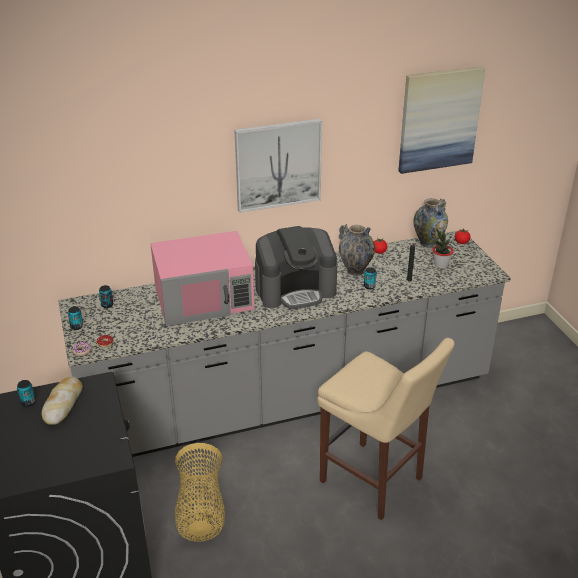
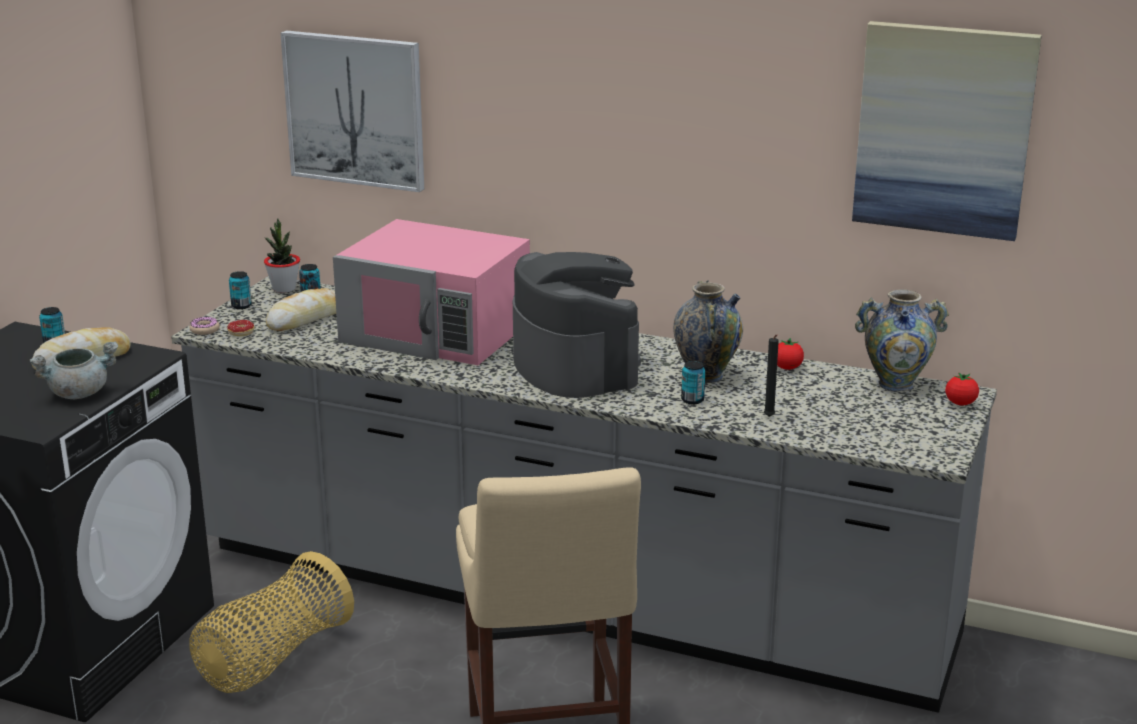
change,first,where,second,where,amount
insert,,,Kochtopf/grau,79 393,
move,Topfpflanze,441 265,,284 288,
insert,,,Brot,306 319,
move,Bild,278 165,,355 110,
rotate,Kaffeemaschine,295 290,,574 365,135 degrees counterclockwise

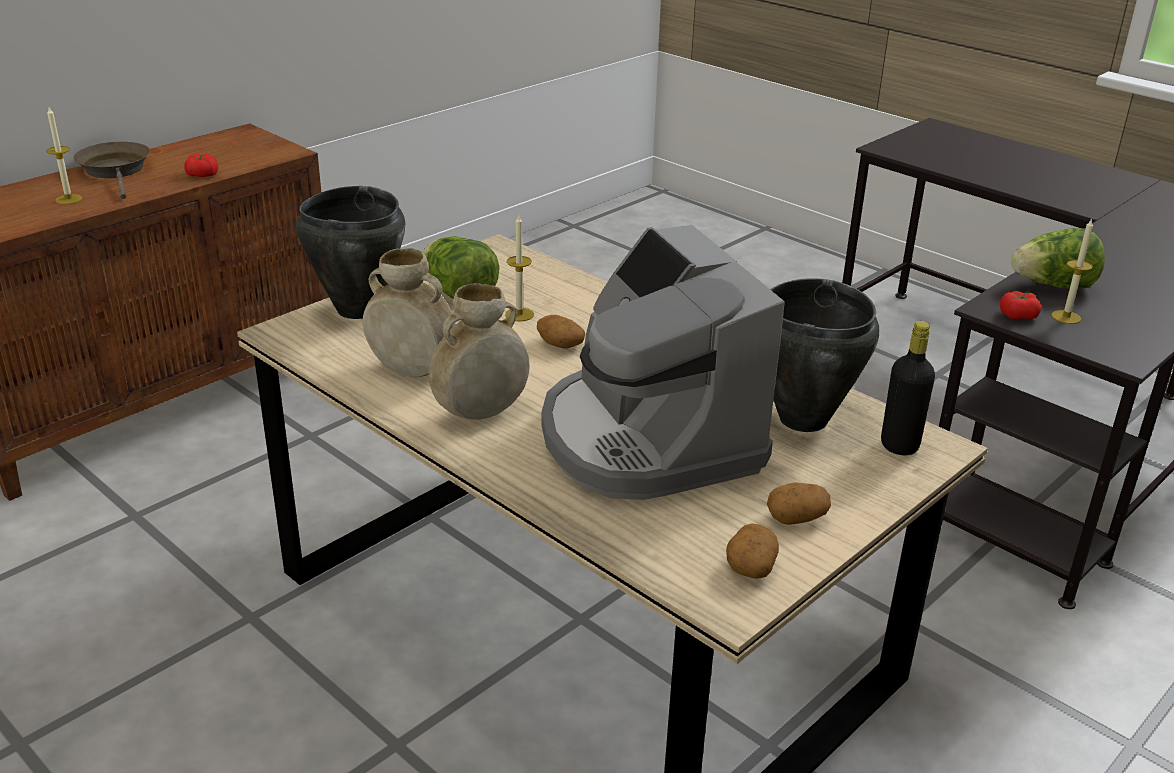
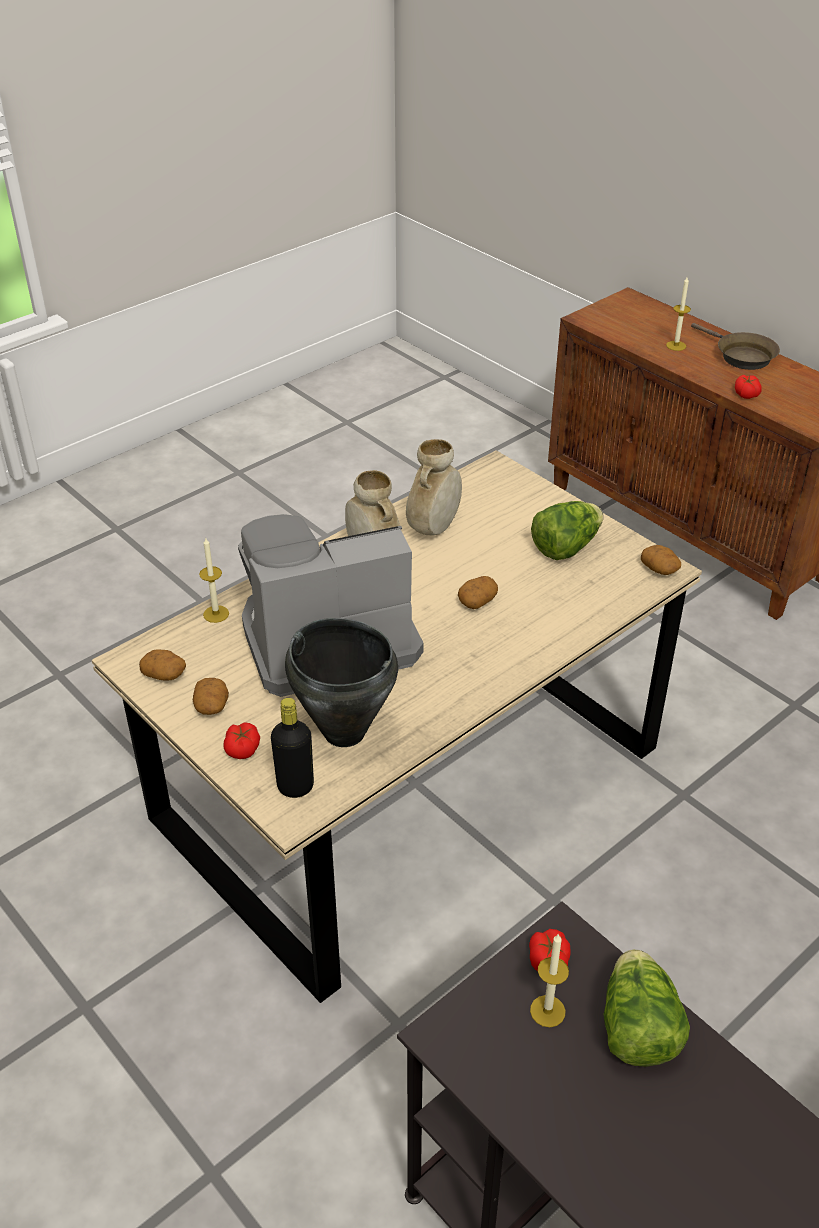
change,first,where,second,where,amount
move,Kerze,519 314,,216 614,
insert,,,Tomate,243 748,
insert,,,Kartoffel,660 569,
rotate,Pfanne/braun,116 171,,741 356,75 degrees clockwise
delete,Kochtopf/schwarz,357 309,,,

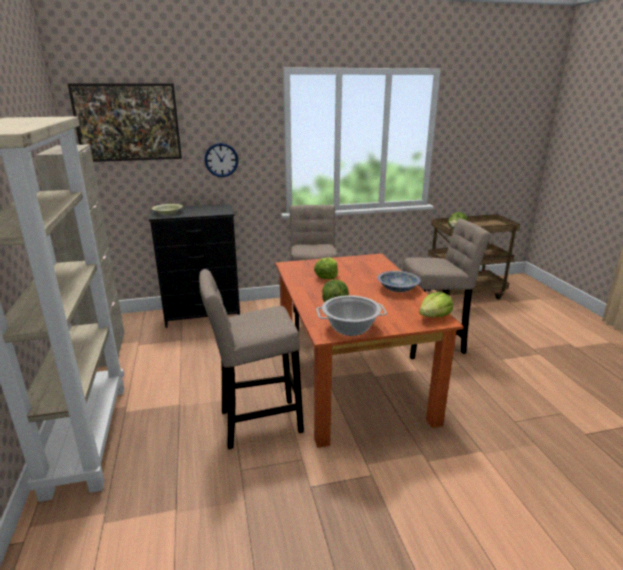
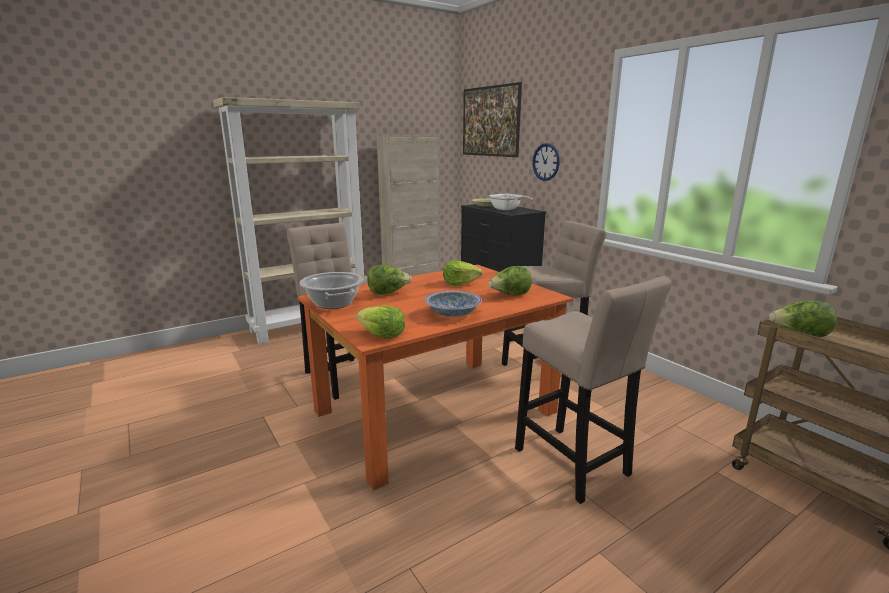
change,first,where,second,where,amount
insert,,,Salatkopf,510 295,
insert,,,Pfanne,508 209,

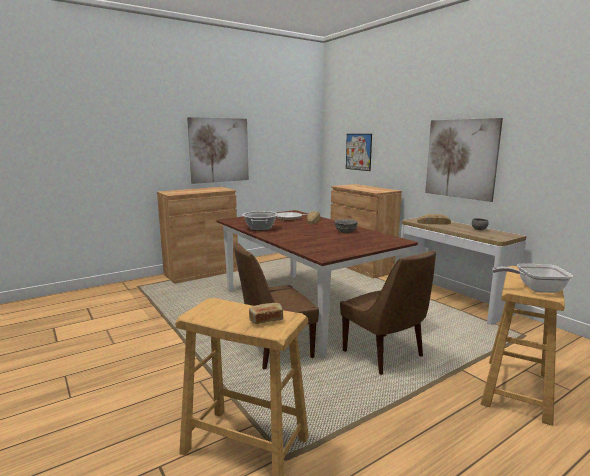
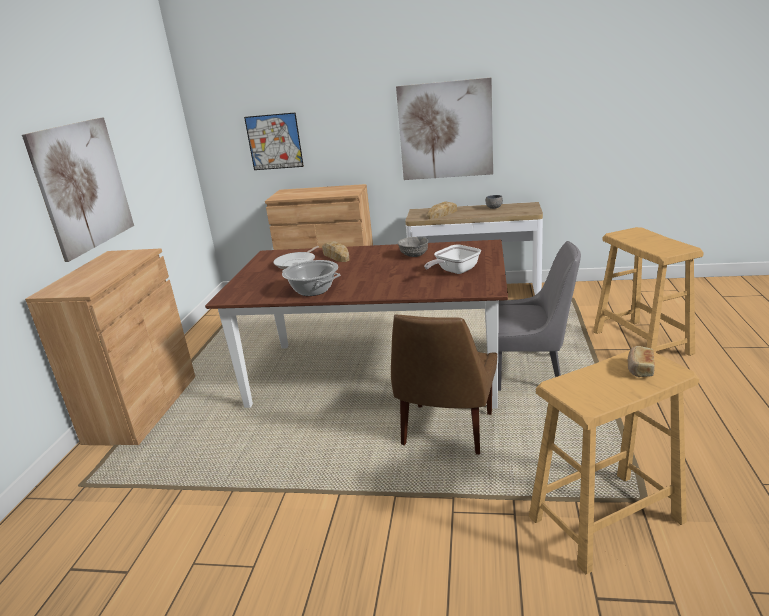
change,first,where,second,where,amount
move,Pfanne,534 289,,454 271,
recolor,Stuhl/braun,385 355,Stuhl/grau,530 372,

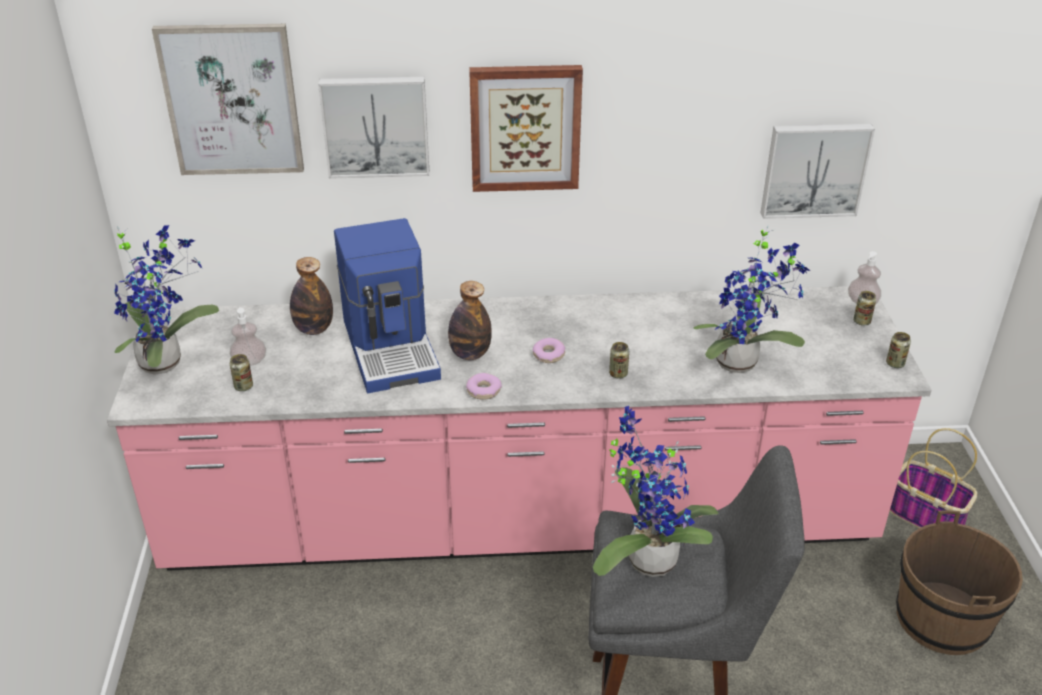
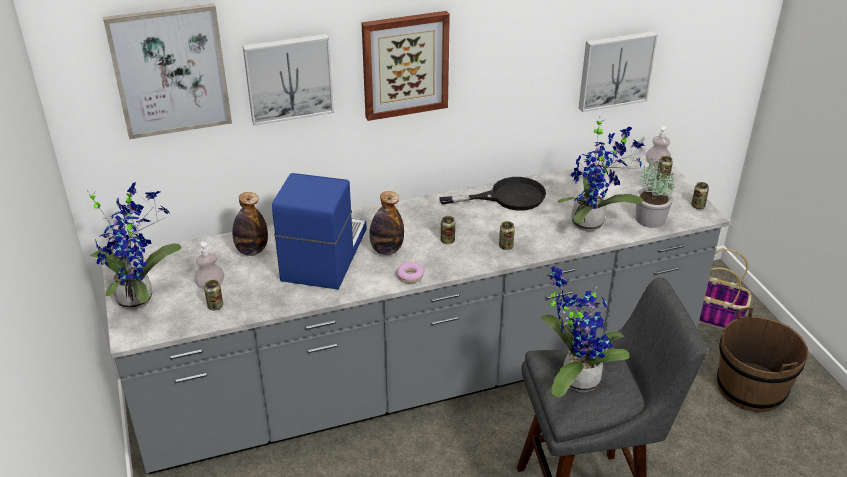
change,first,where,second,where,amount
recolor,Küchenzeile/rosa,520 519,Küchenzeile/grau,423 376,
rotate,Kaffeemaschine,392 348,,323 255,135 degrees counterclockwise
insert,,,Pfanne/schwarz,507 197,
replace,Donut,548 355,Dose,447 241,
insert,,,Topfpflanze,649 219,

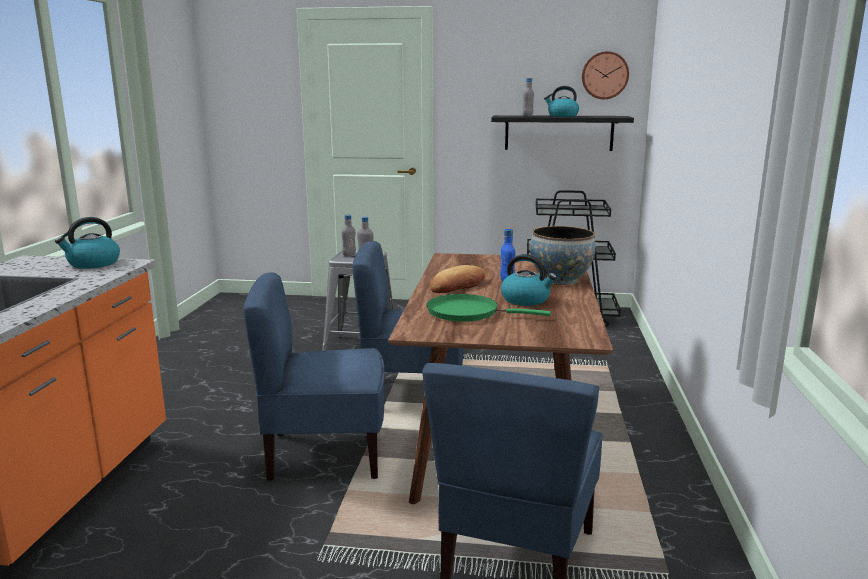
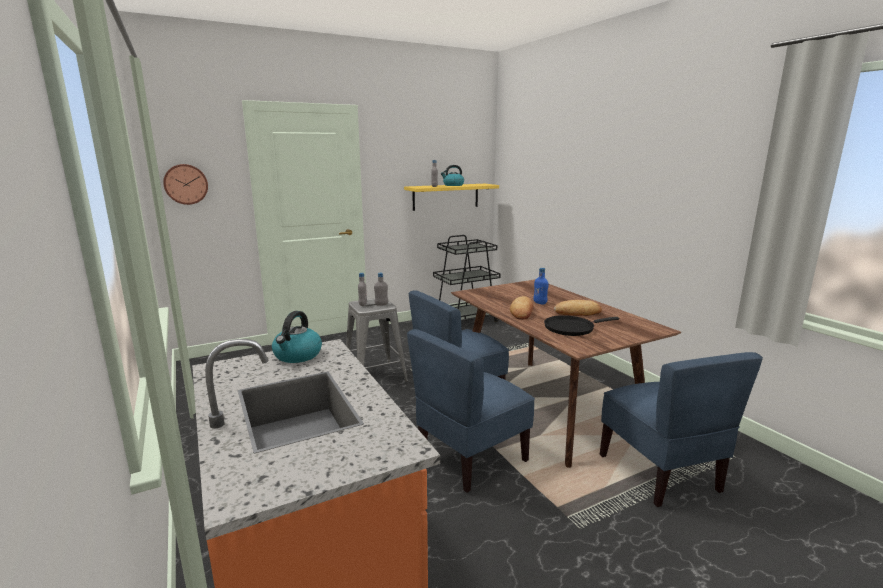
change,first,where,second,where,amount
move,Wanduhr,604 75,,186 184,
recolor,Wandregal/schwarz,559 133,Wandregal/gelb,446 196,
recolor,Pfanne/grün,467 313,Pfanne/schwarz,571 328,
replace,Wasserkessel,526 300,Brot,577 312,
delete,Schüssel,560 280,,,

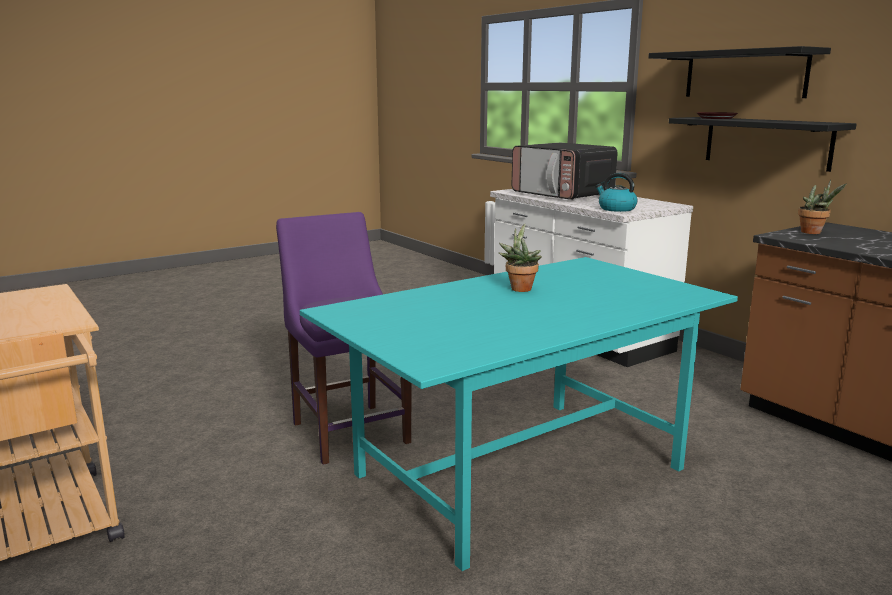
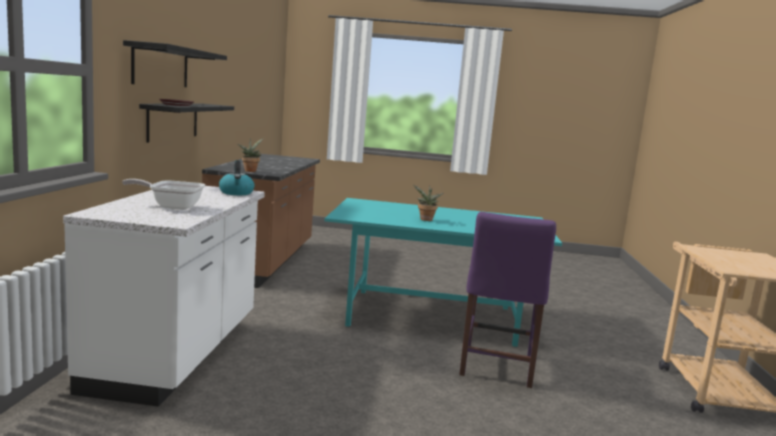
change,first,where,second,where,amount
replace,Mikrowelle,562 194,Pfanne,171 206,

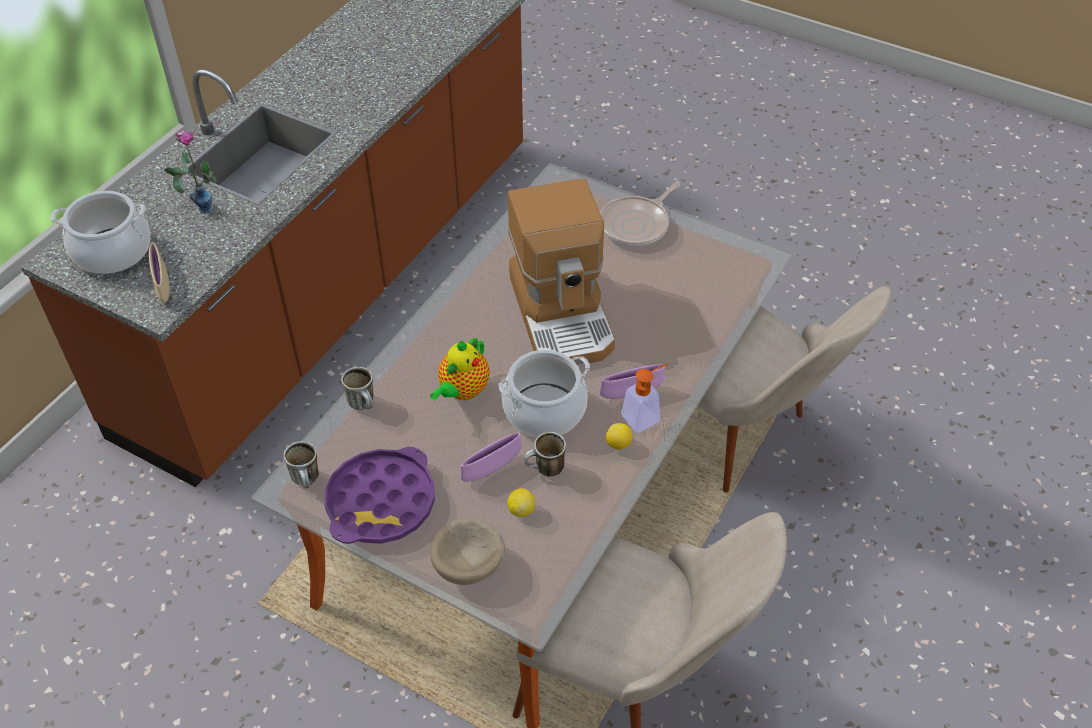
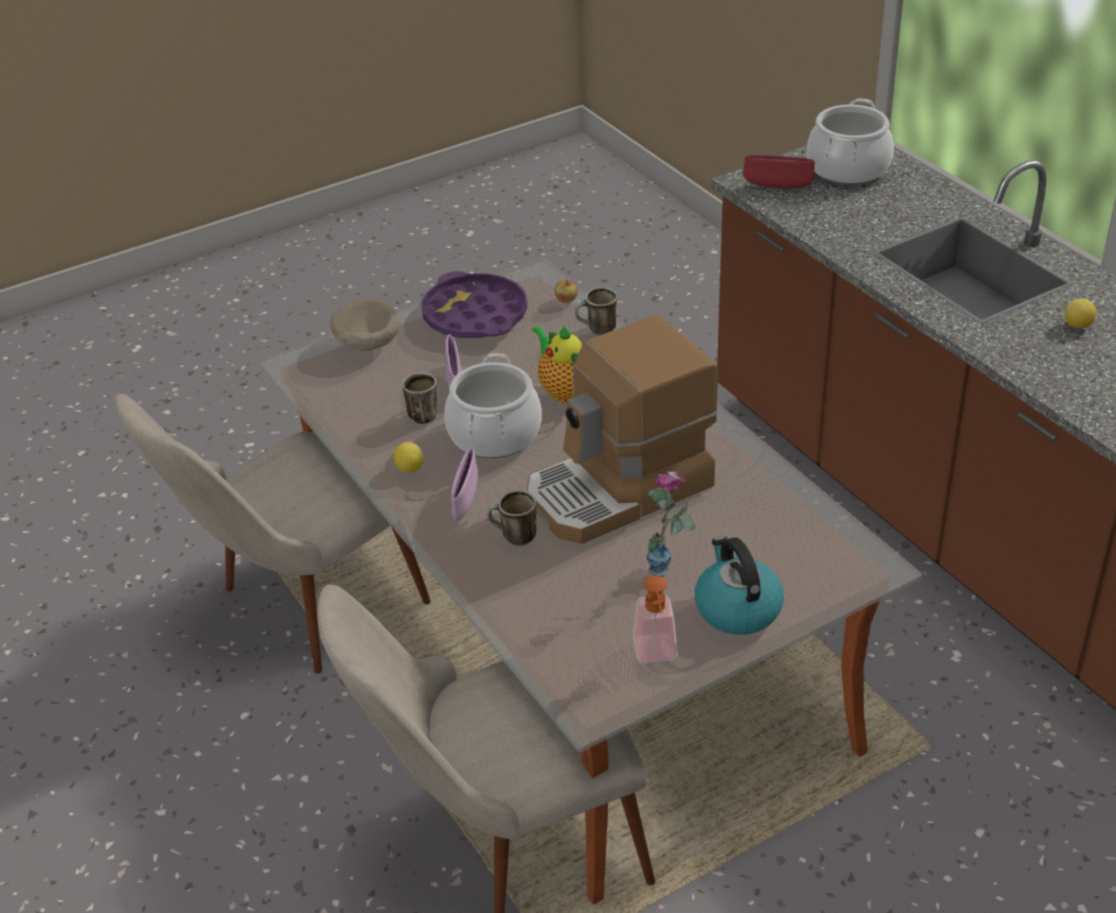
change,first,where,second,where,amount
move,Henkelbecher,308 481,,513 538,
rotate,Kaffeemaschine,563 314,,620 490,45 degrees counterclockwise
insert,,,Apfel,566 300,
move,Seifenspender,645 416,,656 655,
move,Vase,199 204,,671 565,
replace,Pfanne,637 224,Wasserkessel,736 608,
recolor,Schüssel/beige,162 285,Schüssel/rot,777 187,
move,Zitrone,521 510,,1078 326,

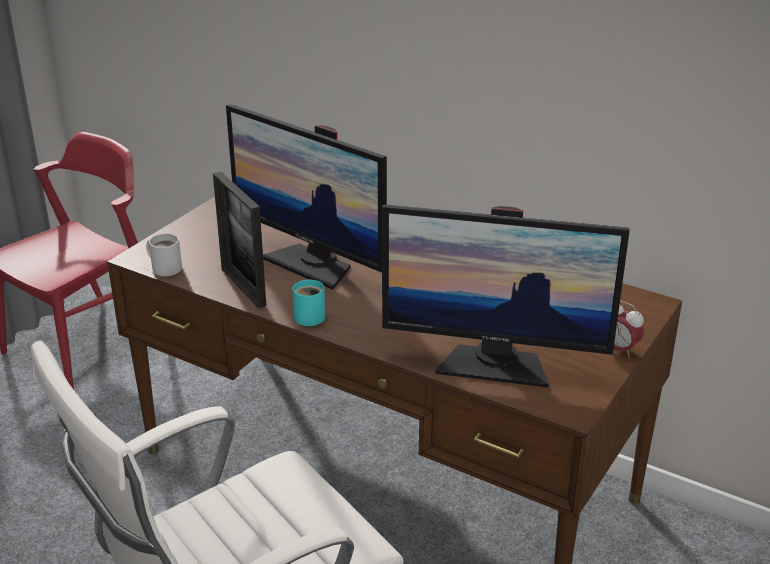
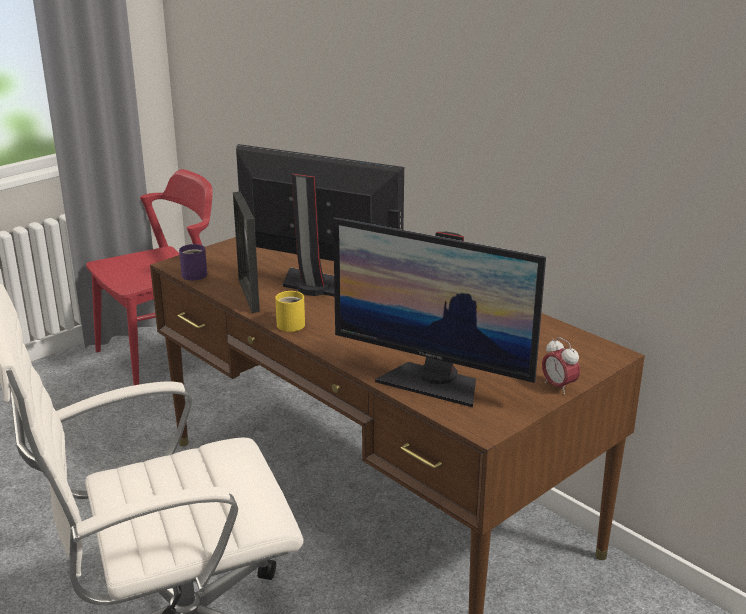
change,first,where,second,where,amount
recolor,Henkelbecher/weiß,165 267,Henkelbecher/lila,193 274,
rotate,Monitor,312 263,,317 285,150 degrees clockwise
recolor,Henkelbecher/türkis,309 315,Henkelbecher/gelb,291 323,

